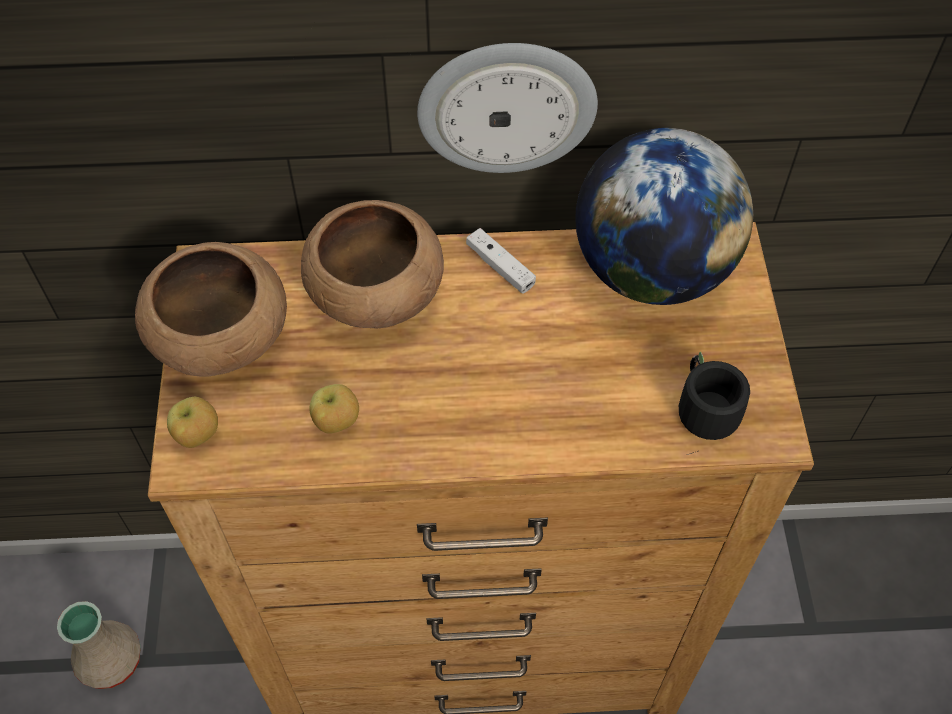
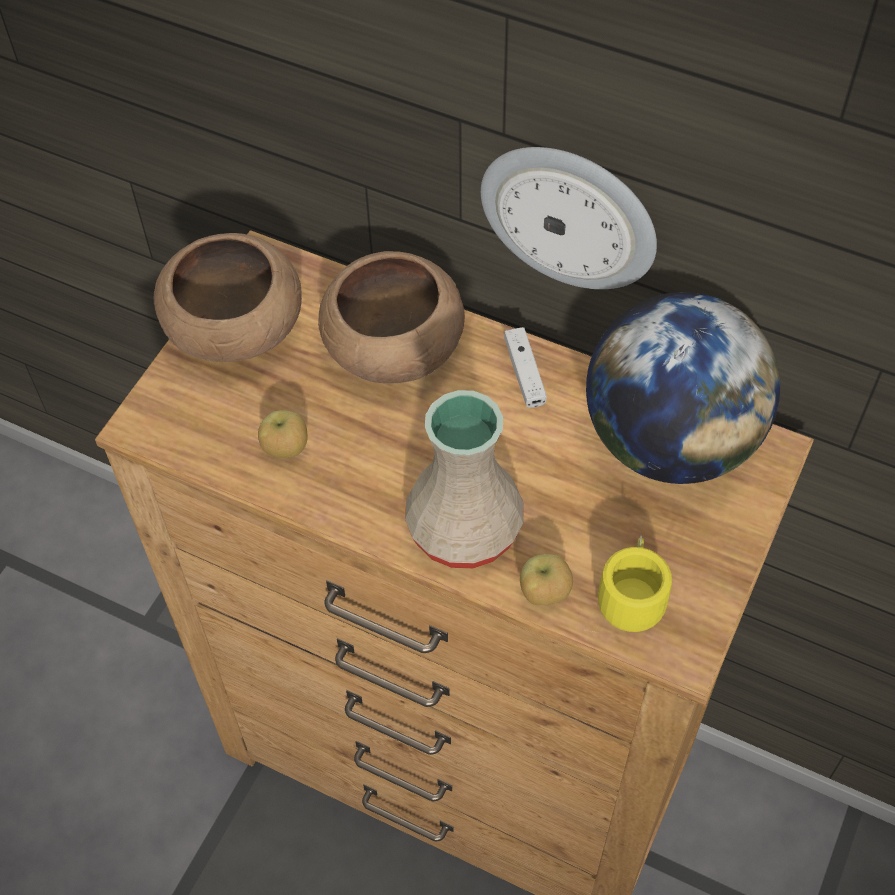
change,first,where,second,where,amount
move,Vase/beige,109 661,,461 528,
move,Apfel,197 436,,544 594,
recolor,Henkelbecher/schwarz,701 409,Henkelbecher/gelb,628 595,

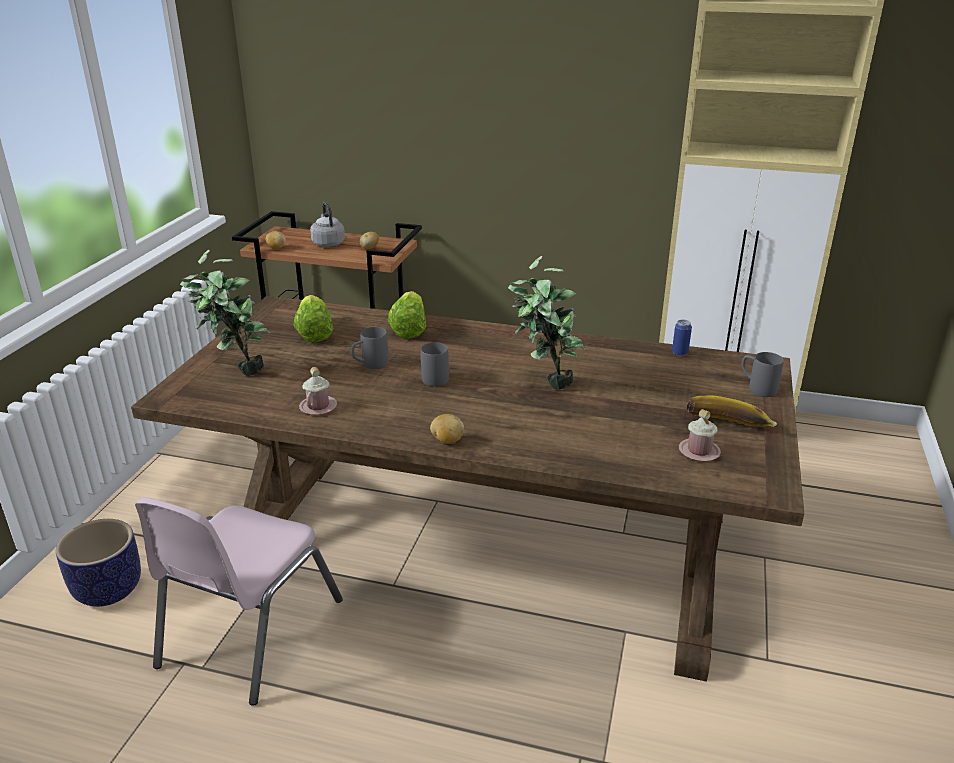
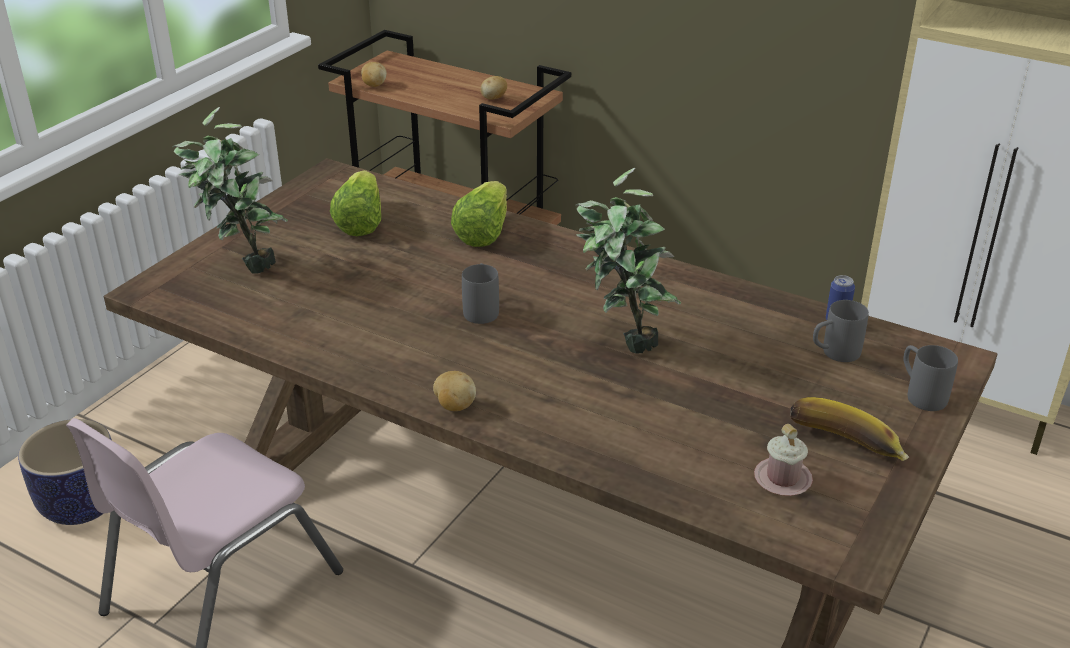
change,first,where,second,where,amount
move,Henkelbecher/grau,370 365,,833 353,
delete,Henkelbecher/rosa,318 407,,,
delete,Wasserkessel/grau,328 243,,,

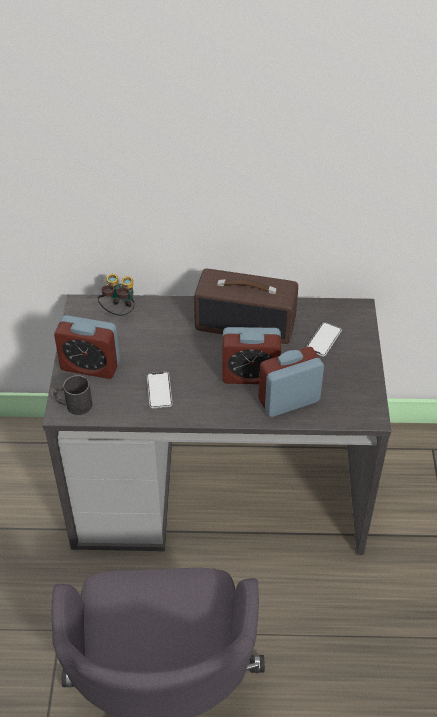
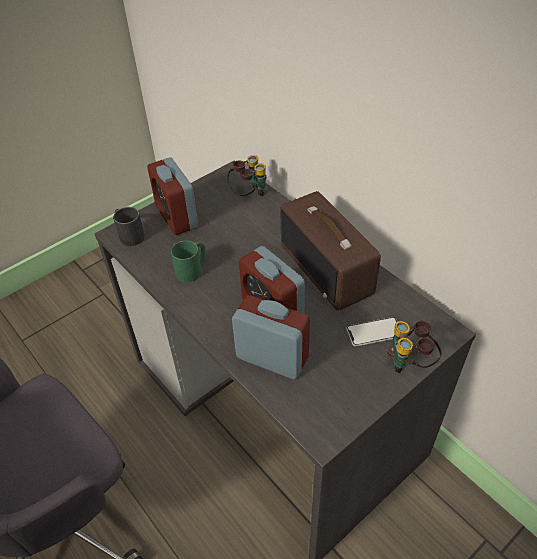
change,first,where,second,where,amount
replace,Handy,159 390,Henkelbecher/grün,192 269,
insert,,,Fernglas,410 362,

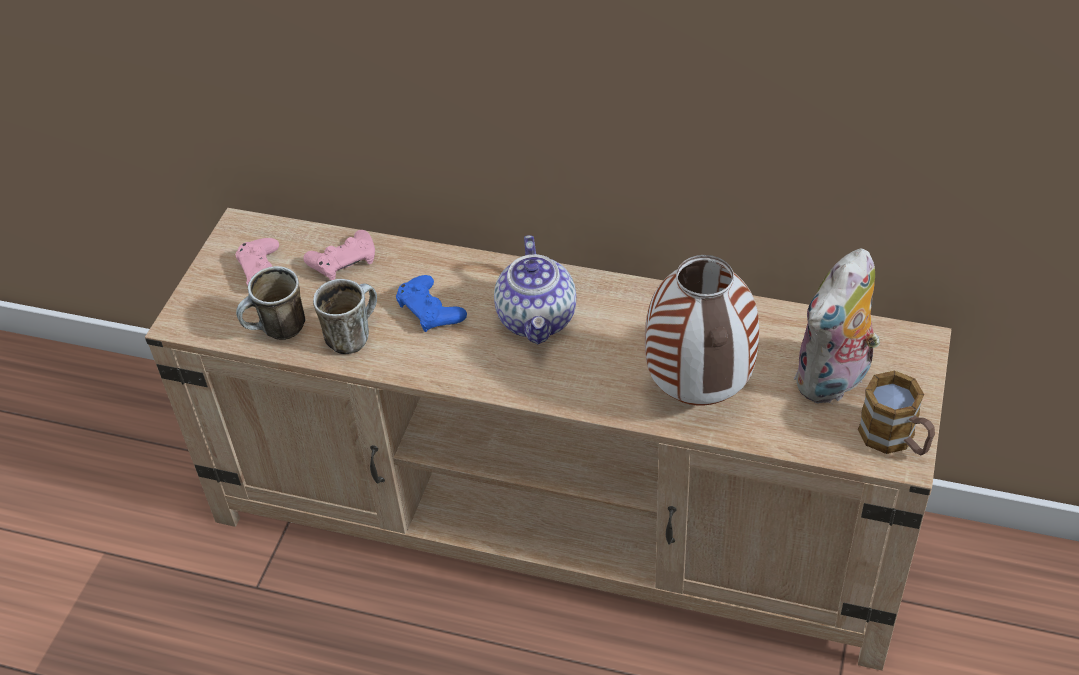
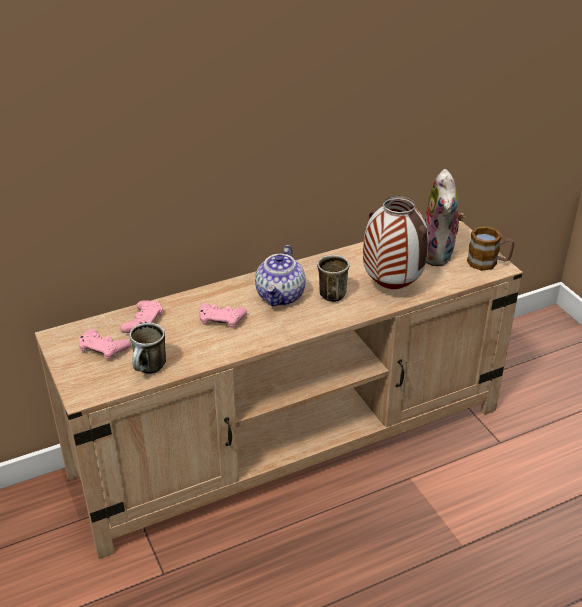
change,first,where,second,where,amount
recolor,Gamepad/blau,430 310,Gamepad/rosa,221 319,
rotate,Teekanne,538 319,,281 296,60 degrees clockwise
move,Henkelbecher,352 335,,331 292,

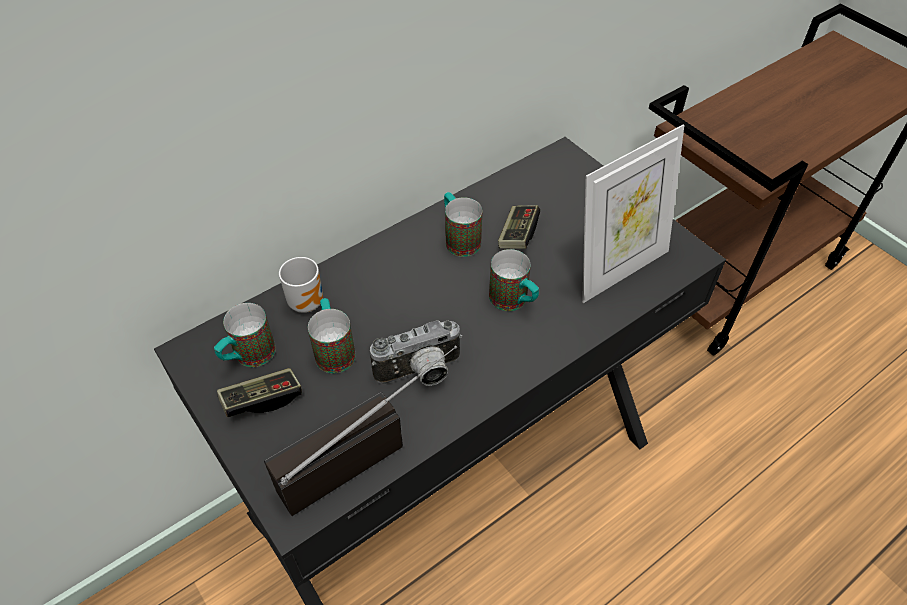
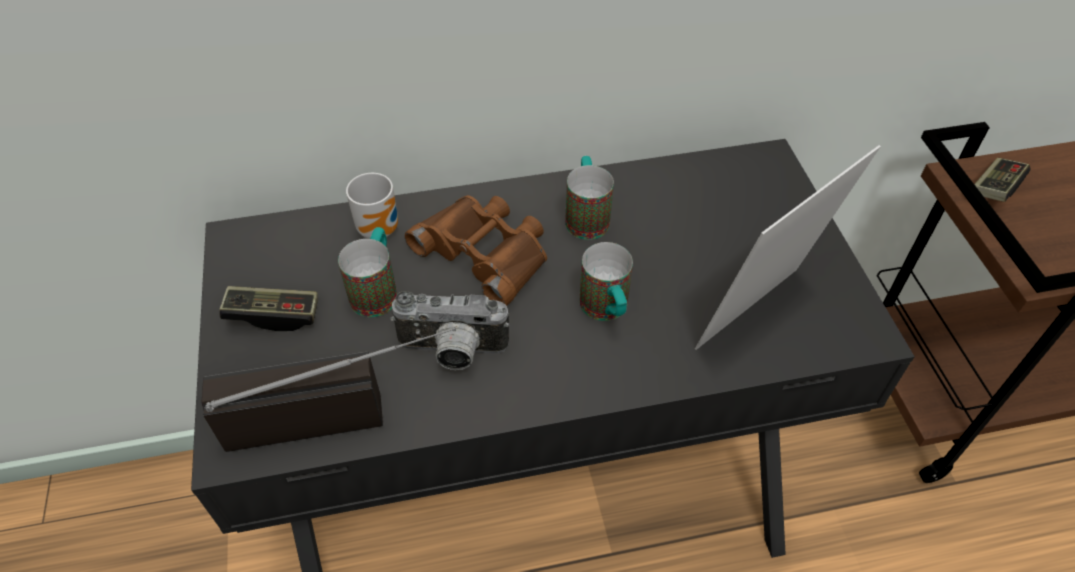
change,first,where,second,where,amount
insert,,,Fernglas/braun,485 252,
rotate,Bilderrahmen,618 269,,759 317,150 degrees clockwise
move,Gamepad,518 235,,994 189,
delete,Henkelbecher,248 357,,,

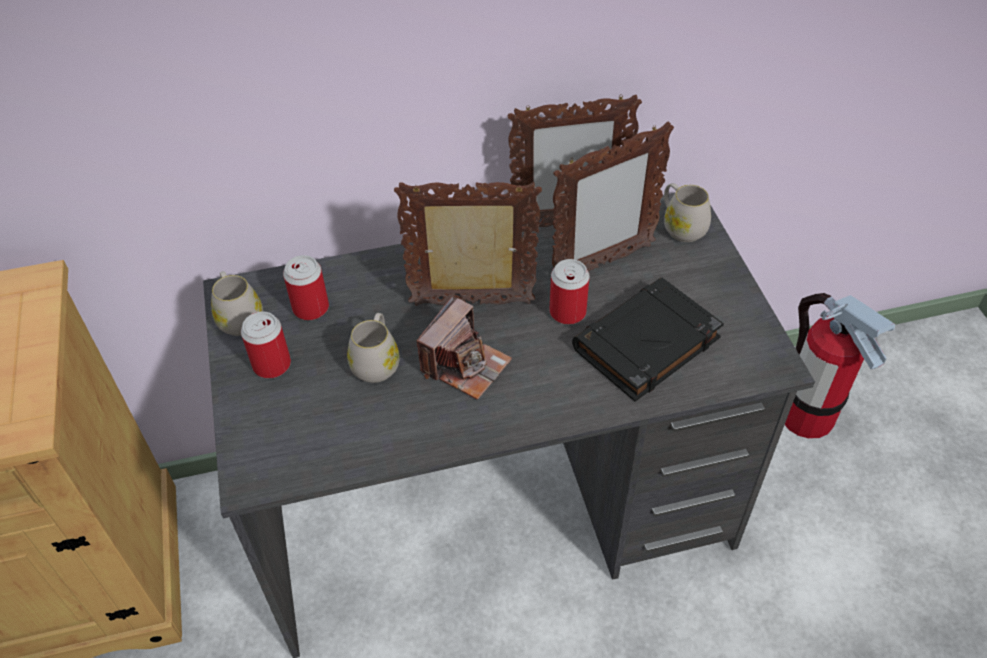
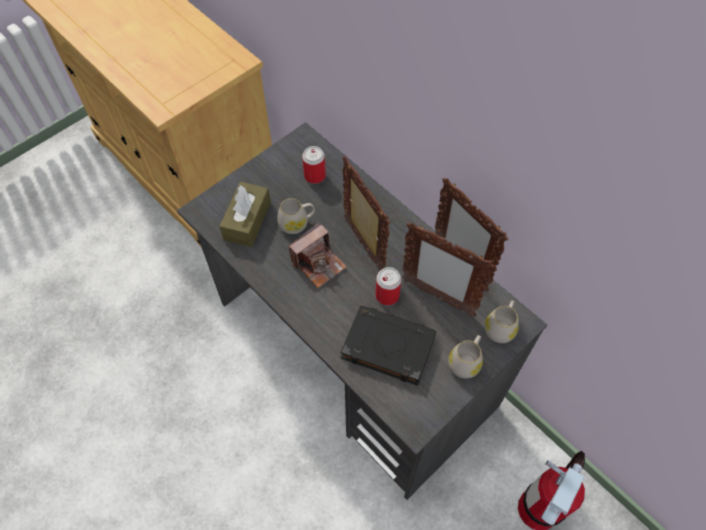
change,first,where,second,where,amount
insert,,,Taschentuchbox/braun,247 221,
rotate,Kamera,465 365,,318 263,45 degrees counterclockwise
move,Henkelbecher/weiß,239 317,,466 361,
delete,Dose,272 365,,,

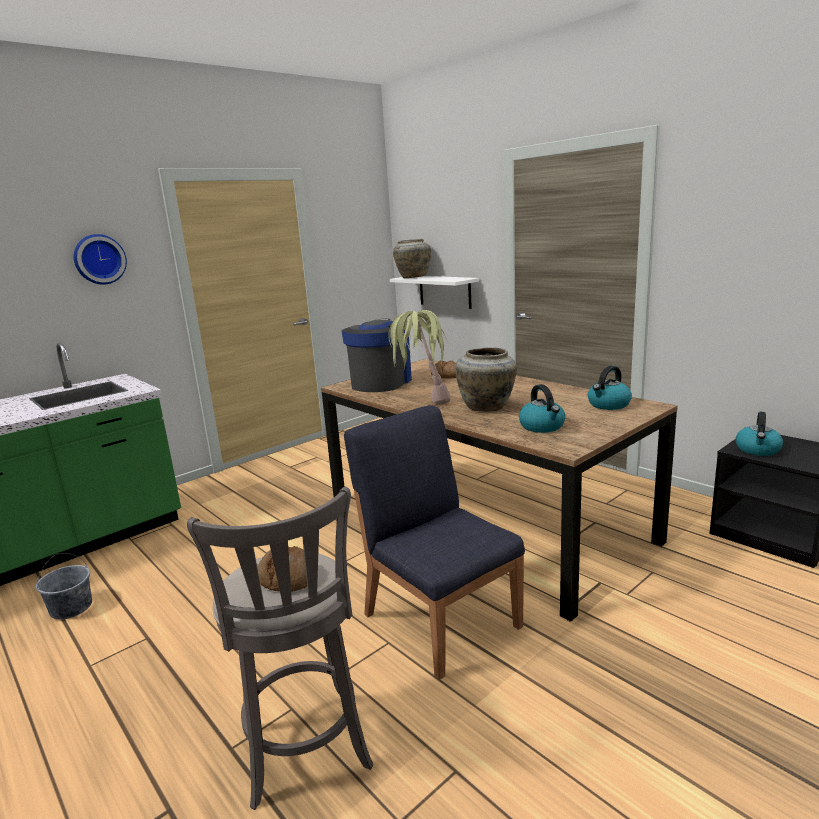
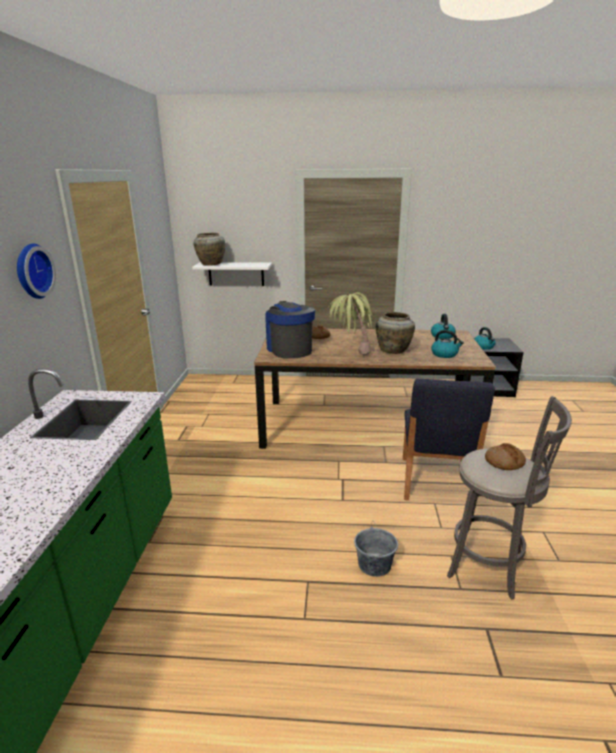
change,first,where,second,where,amount
move,Eimer/grau,71 608,,374 565,
rotate,Stuhl/blau,440 619,,435 481,90 degrees counterclockwise

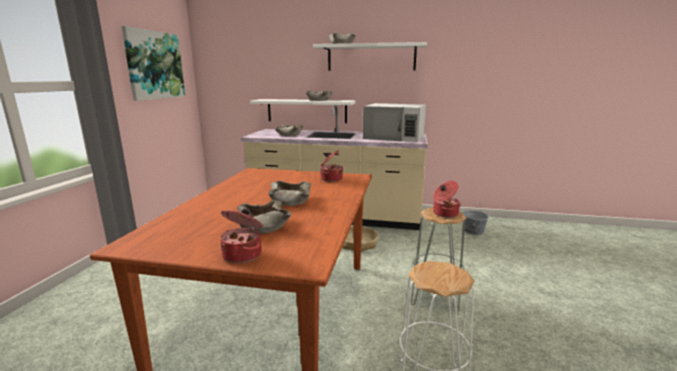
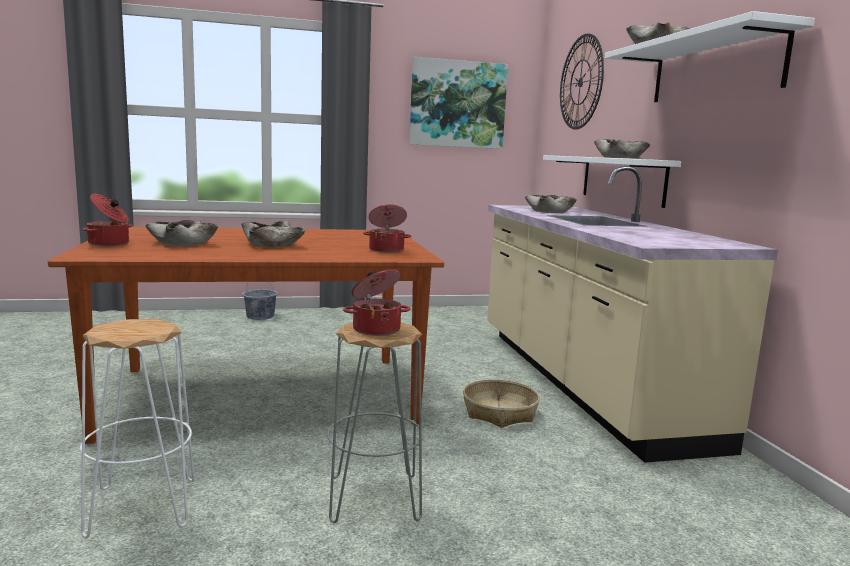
change,first,where,second,where,amount
move,Eimer/grau,473 231,,260 316,
insert,,,Wanduhr,580 82,
delete,Mikrowelle/weiß,394 137,,,

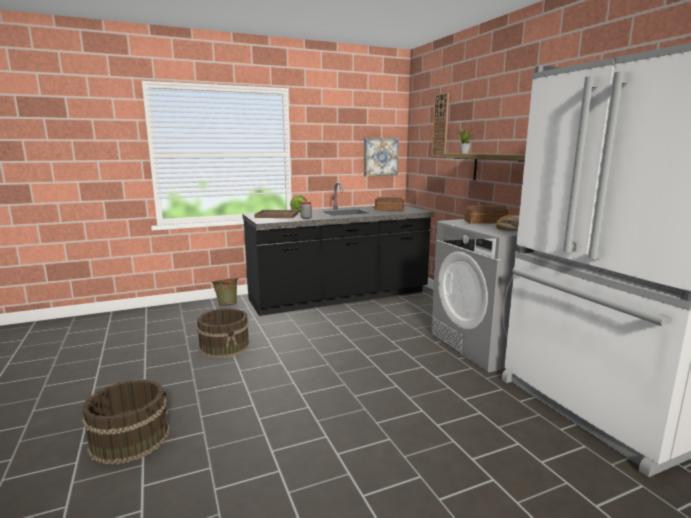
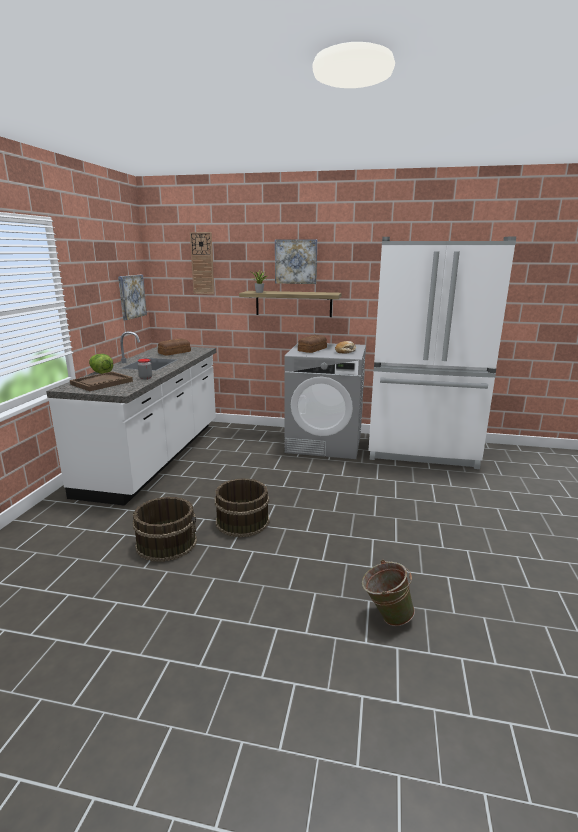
change,first,where,second,where,amount
recolor,Küchenzeile/schwarz,339 297,Küchenzeile/weiß,155 456,
move,Eimer/braun,129 438,,241 521,
insert,,,Bild,296 261,
move,Eimer/grün,227 305,,385 617,

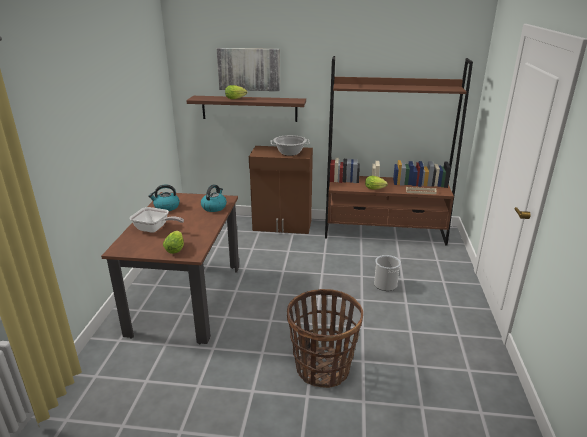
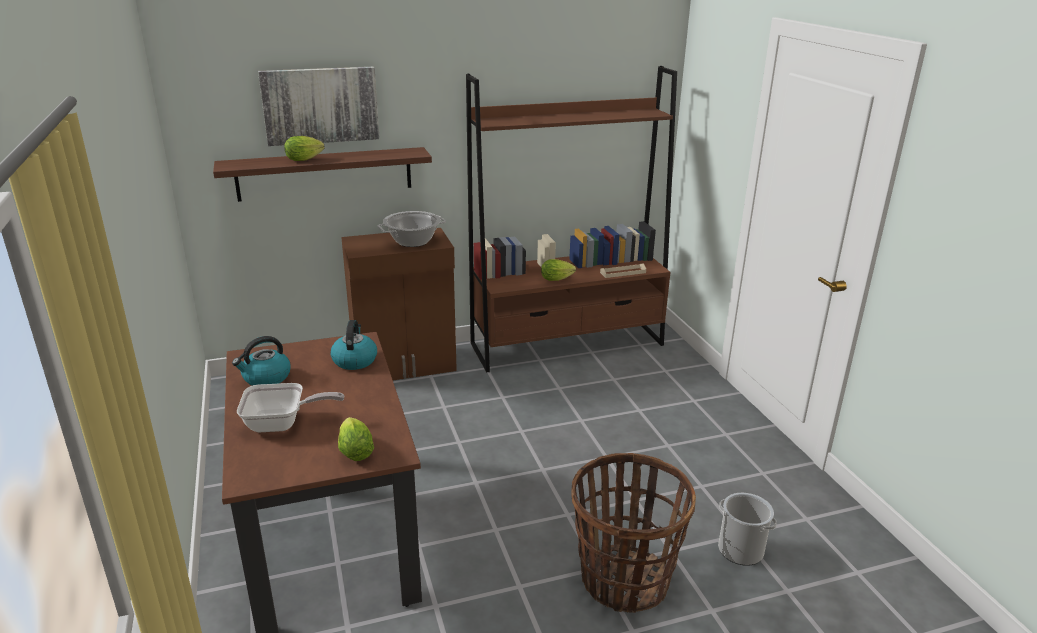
change,first,where,second,where,amount
move,Eimer,385 285,,740 550,

